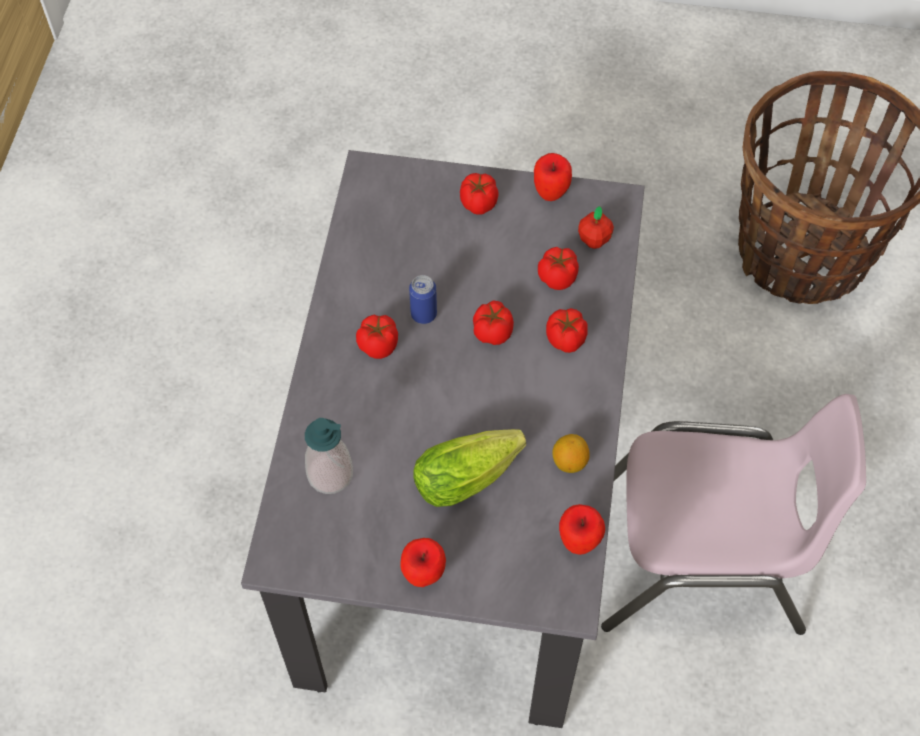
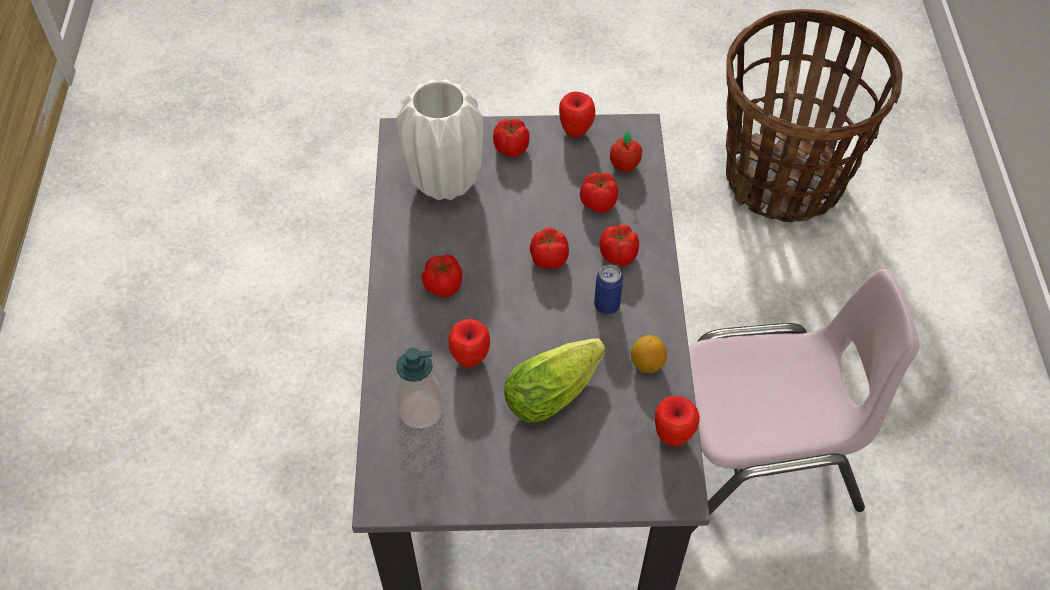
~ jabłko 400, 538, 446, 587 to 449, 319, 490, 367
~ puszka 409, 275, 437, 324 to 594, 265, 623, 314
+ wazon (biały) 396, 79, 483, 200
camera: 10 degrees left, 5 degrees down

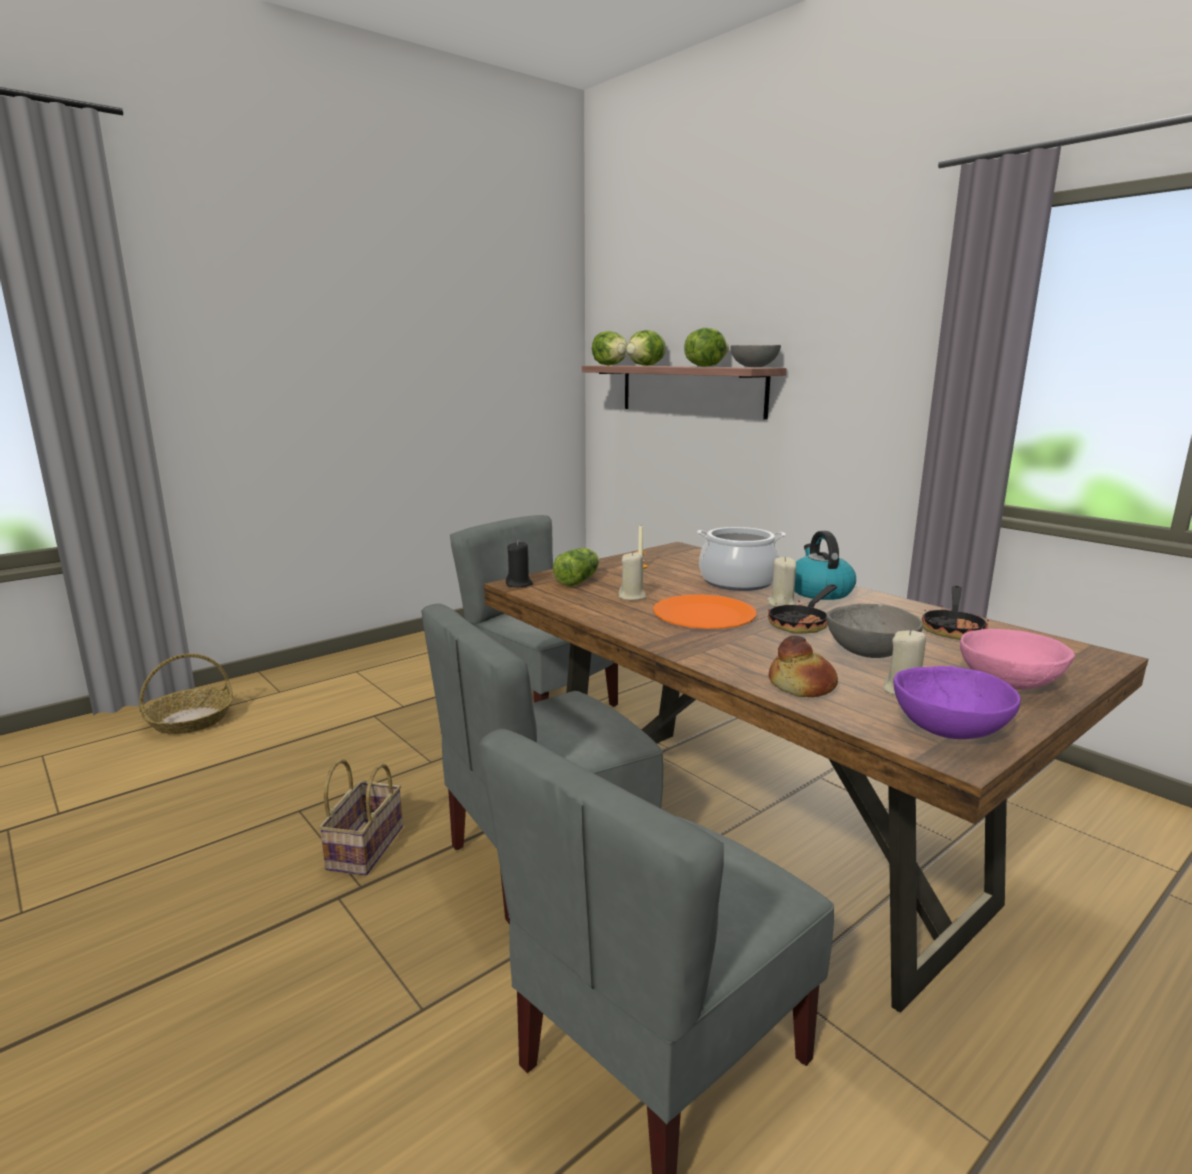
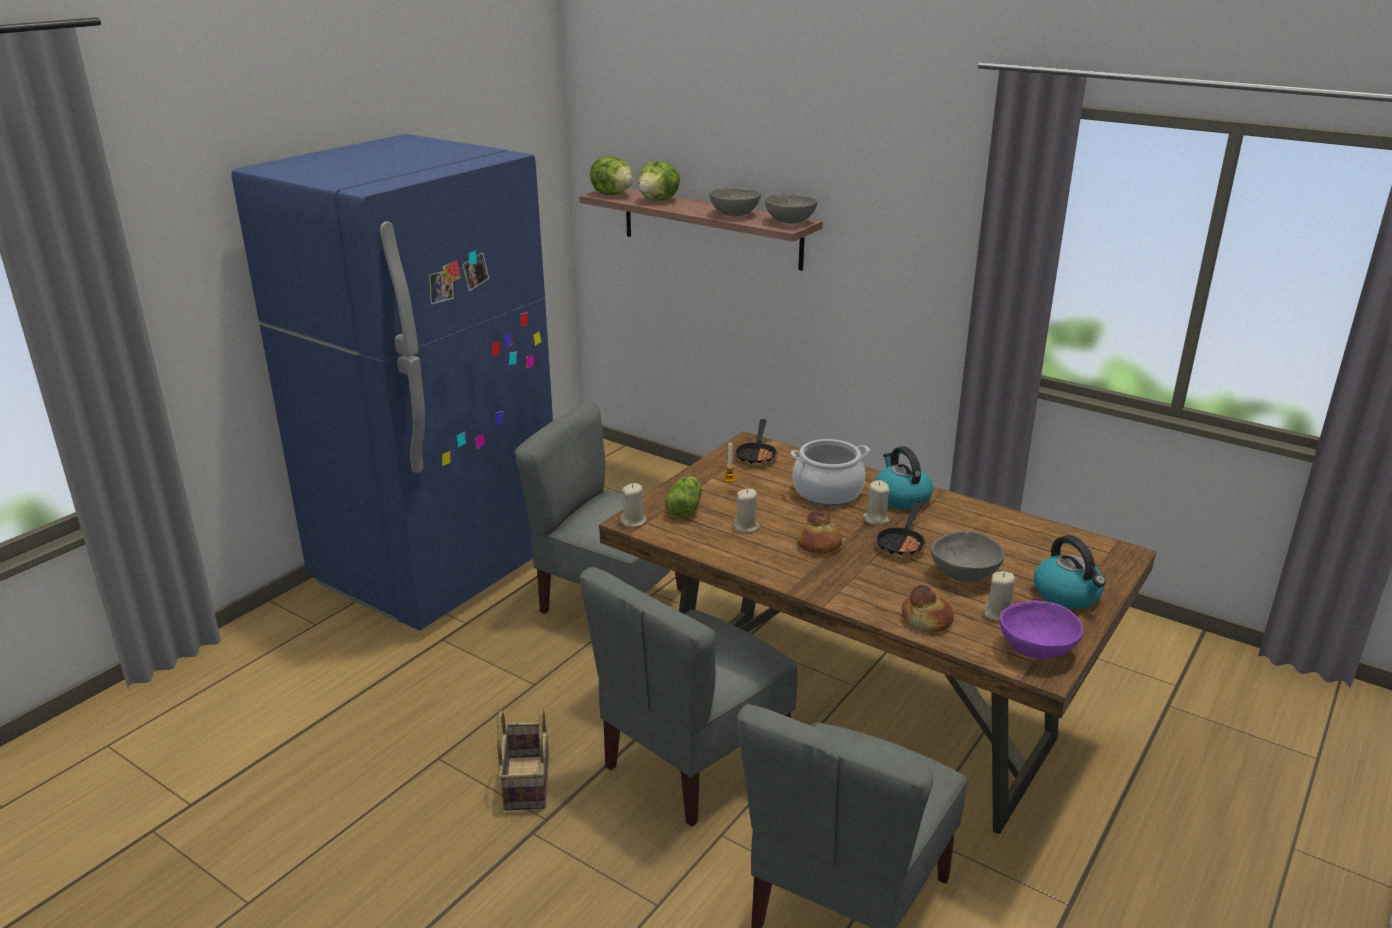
- koszyk 139, 654, 233, 734
~ świeca (czarny) 506, 541, 533, 587 to świeca (beżowy) 620, 483, 647, 527
~ talerz (pomarańczowy) 653, 594, 756, 629 to chleb 797, 510, 842, 554
~ sałata 684, 328, 729, 367 to miska (szary) 709, 187, 761, 216
~ patelnia 922, 586, 989, 640 to 735, 419, 778, 468
~ miska (różowy) 960, 629, 1075, 690 to czajnik 1034, 535, 1106, 609
+ lodówka (niebieski) 231, 134, 553, 631
camera: 15 degrees left, 10 degrees up

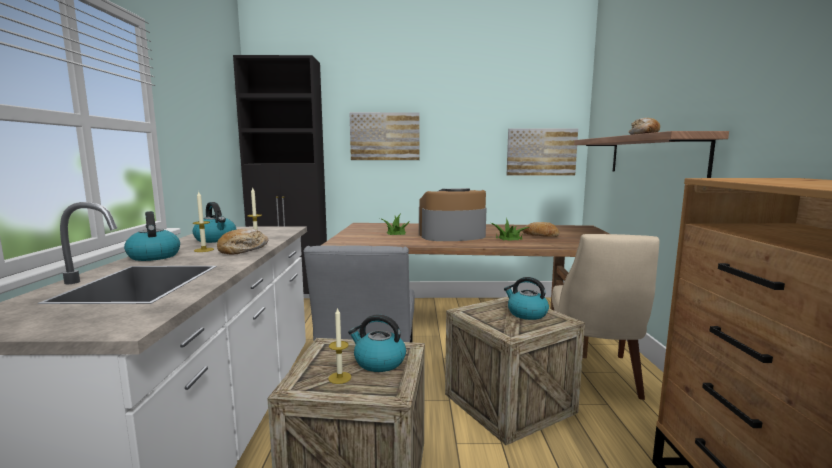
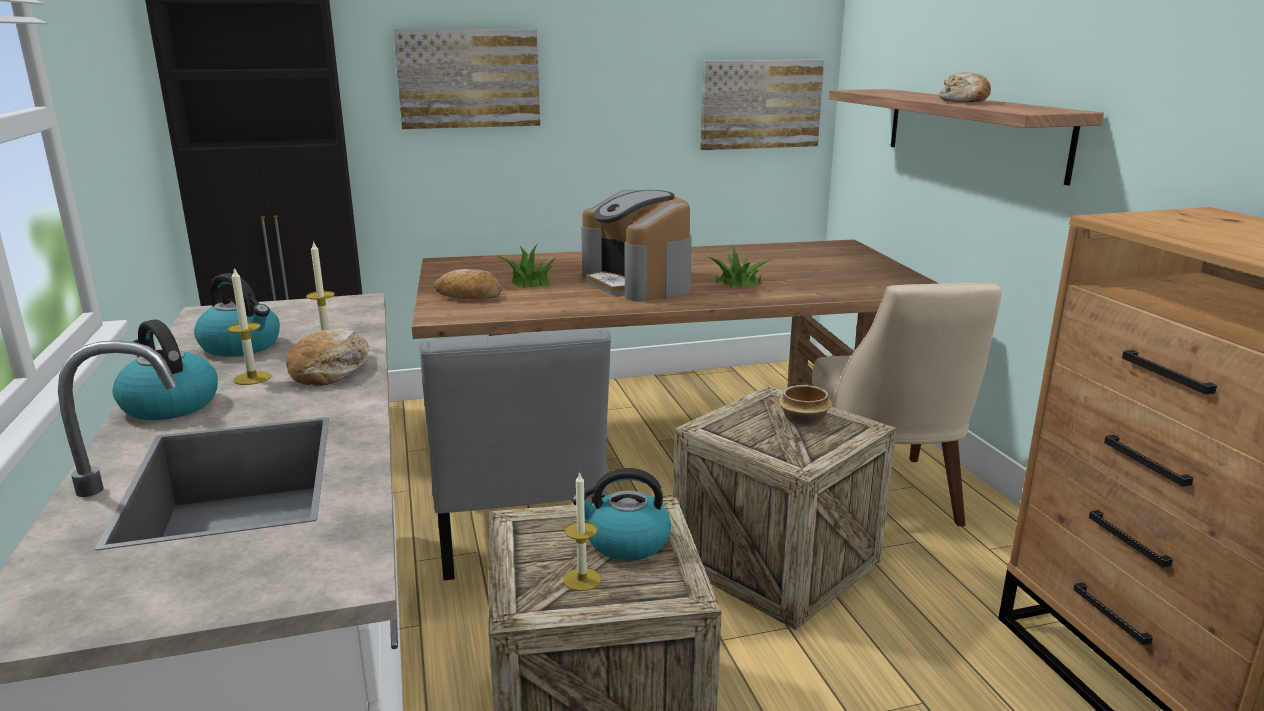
~ ekspres do kawy 419, 188, 486, 241 = 581, 190, 692, 301 90 degrees counterclockwise
~ czajnik 504, 277, 549, 320 to miska 779, 385, 832, 427
~ chleb 522, 222, 559, 237 to 434, 269, 502, 299
camera: 15 degrees left, 10 degrees up

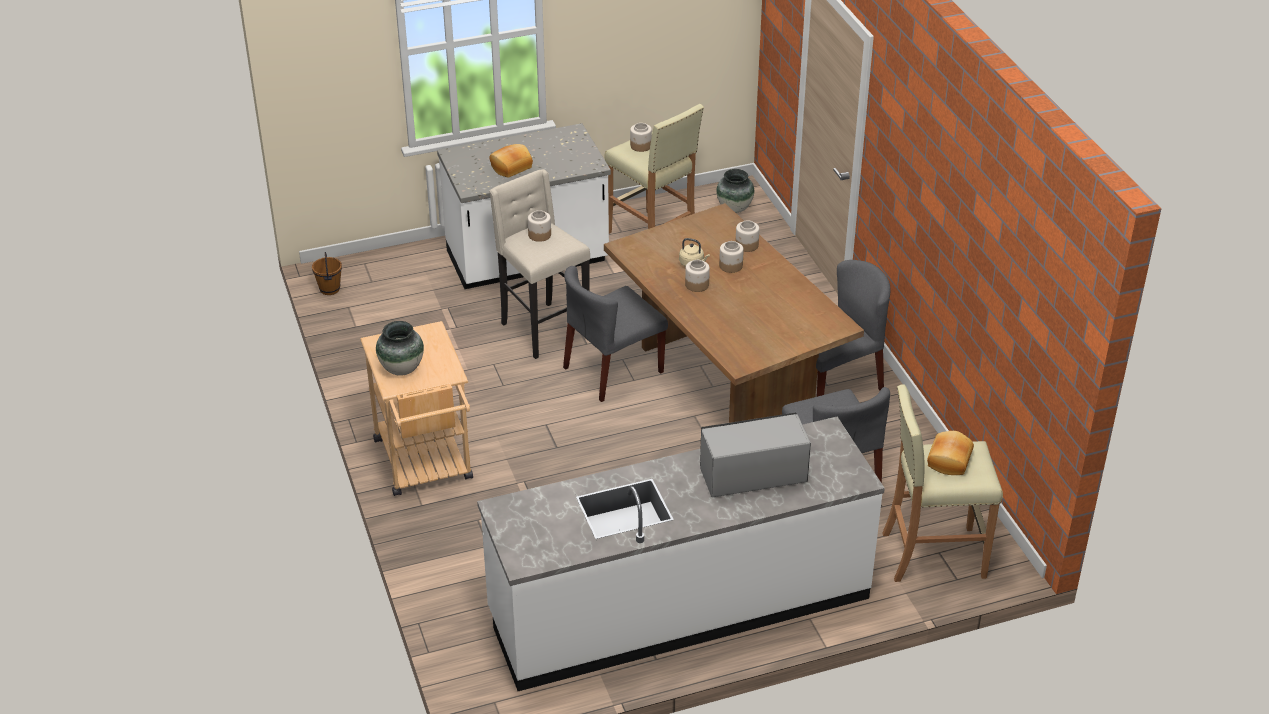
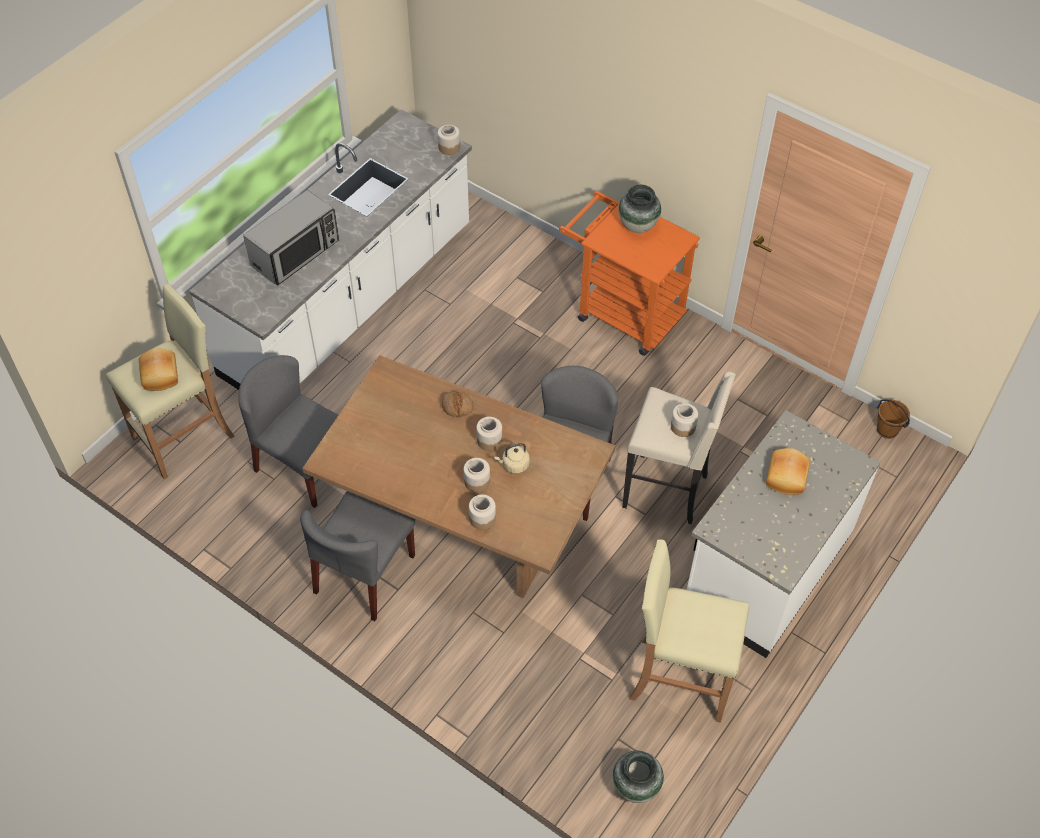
~ wózek (beżowy) 360, 321, 473, 496 to wózek (pomarańczowy) 559, 191, 700, 356
~ słoik 630, 123, 652, 152 to 438, 125, 460, 155
+ chleb 442, 392, 473, 417
camera: 145 degrees right, 15 degrees up

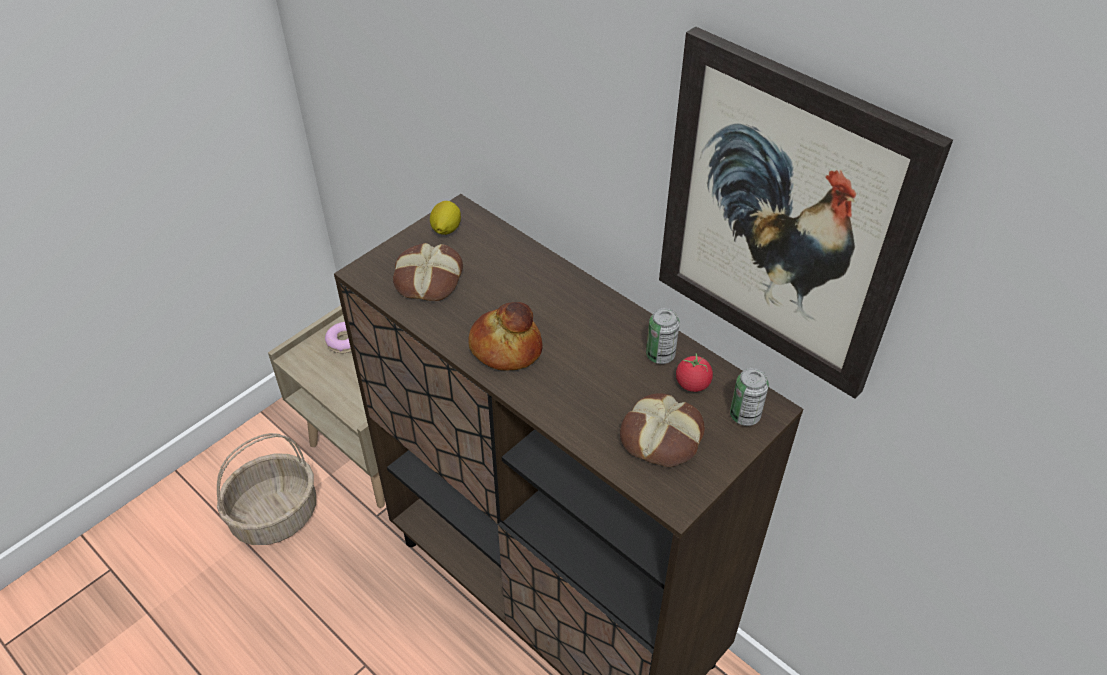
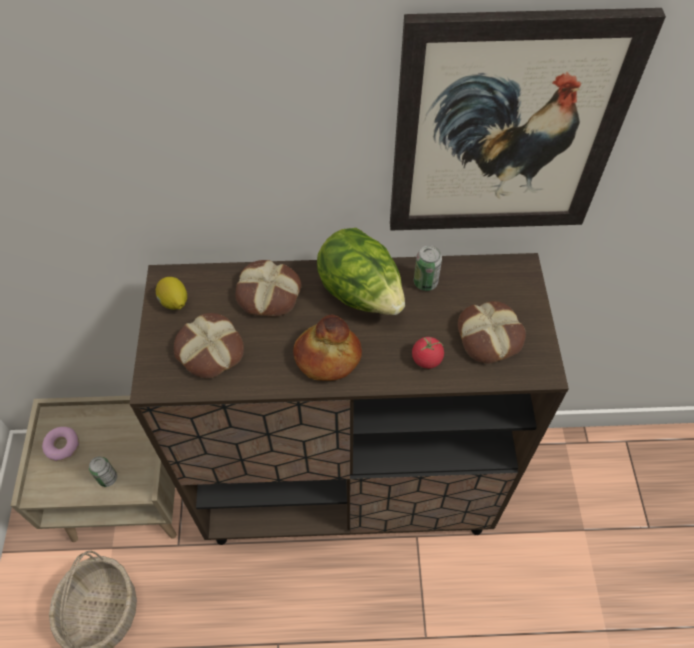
~ pomidor 676, 353, 713, 392 to 412, 337, 444, 369
~ puszka 730, 368, 769, 426 to 89, 457, 117, 487
+ chleb 235, 260, 302, 317
+ sałata 317, 228, 405, 315
camera: 45 degrees left, 10 degrees up

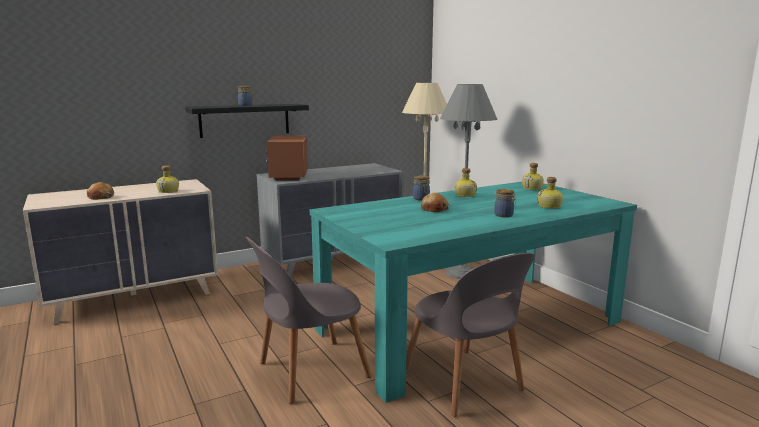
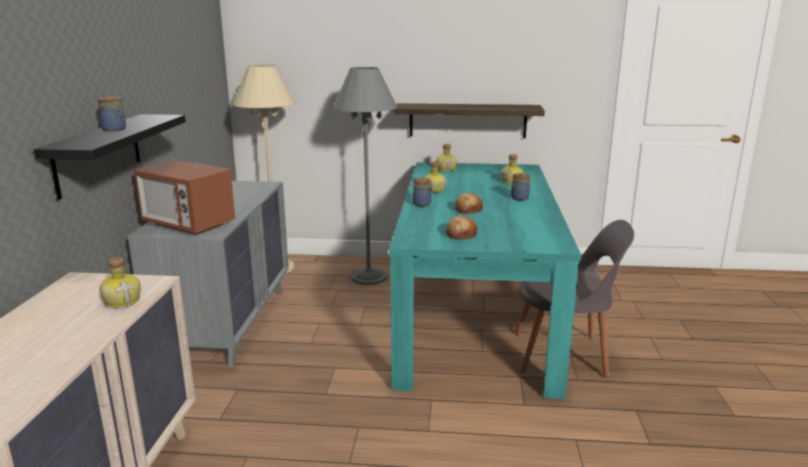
~ chleb 87, 182, 114, 200 to 445, 215, 478, 239
- krzesło (szary) 246, 236, 372, 404
+ półka 394, 103, 545, 138
camera: 55 degrees left, 5 degrees up

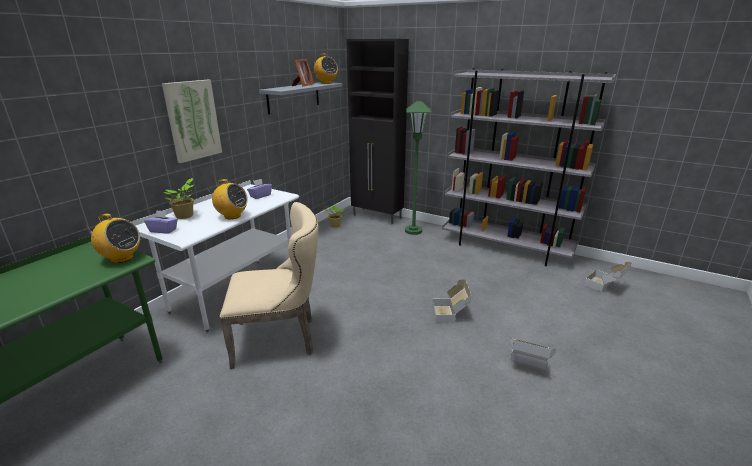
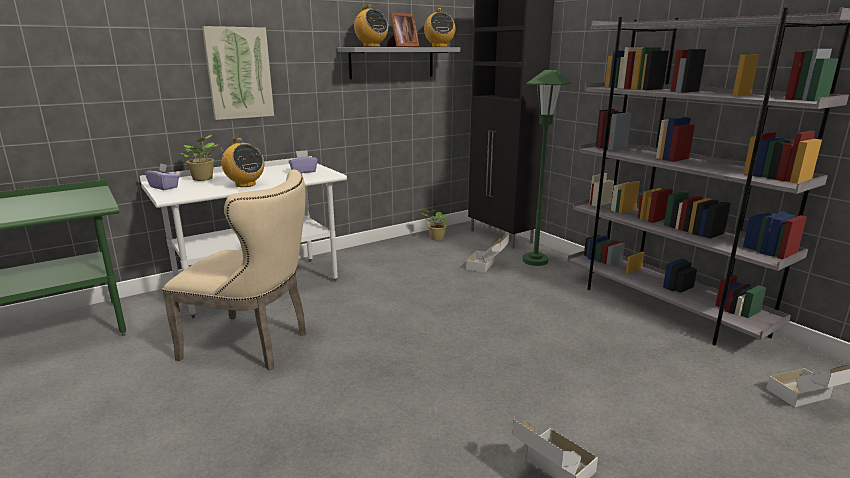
~ radio 86, 214, 140, 263 to 354, 5, 388, 47
~ karton 432, 279, 471, 323 to 466, 234, 509, 273
camera: 25 degrees right, 5 degrees down

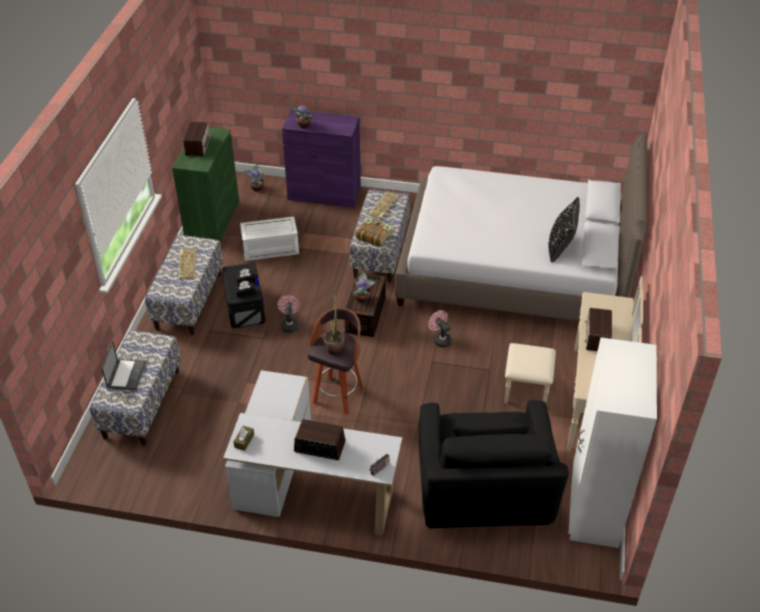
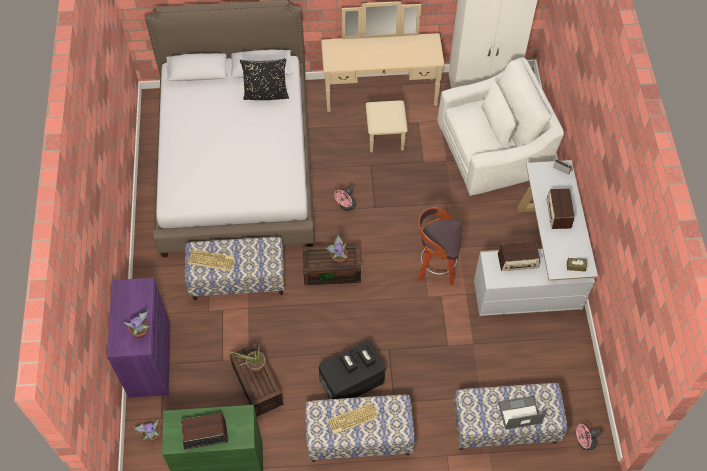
~ pojemnik do przechowywania (biały) 240, 216, 299, 261 to pojemnik do przechowywania (brązowy) 230, 343, 283, 417
~ wentylator (różowy) 277, 296, 301, 333 to 576, 424, 601, 450
~ roślina doniczkowa 323, 294, 345, 355 to 228, 345, 266, 373
- książka 356, 218, 392, 247
~ fotel (czarny) 418, 400, 569, 529 to fotel (biały) 437, 57, 564, 196
~ radio 585, 308, 612, 351 to 498, 241, 540, 271
camera: 105 degrees left, 15 degrees up

